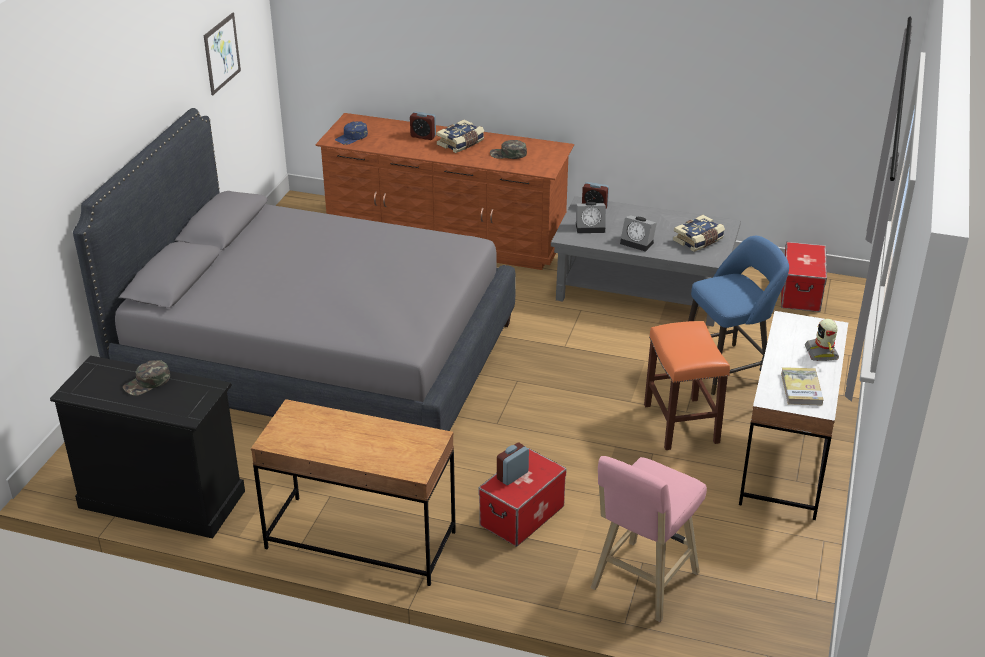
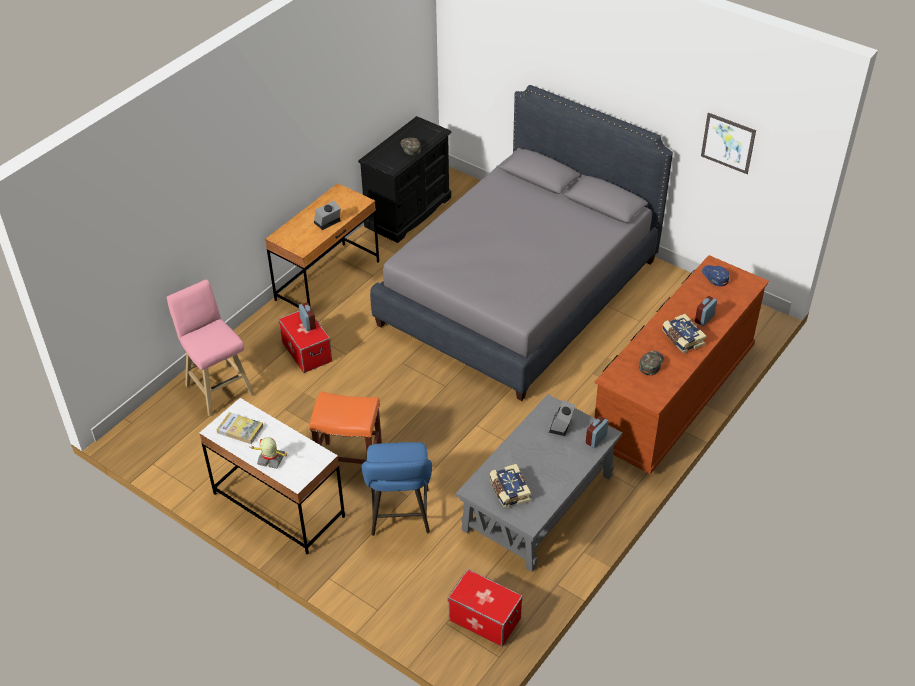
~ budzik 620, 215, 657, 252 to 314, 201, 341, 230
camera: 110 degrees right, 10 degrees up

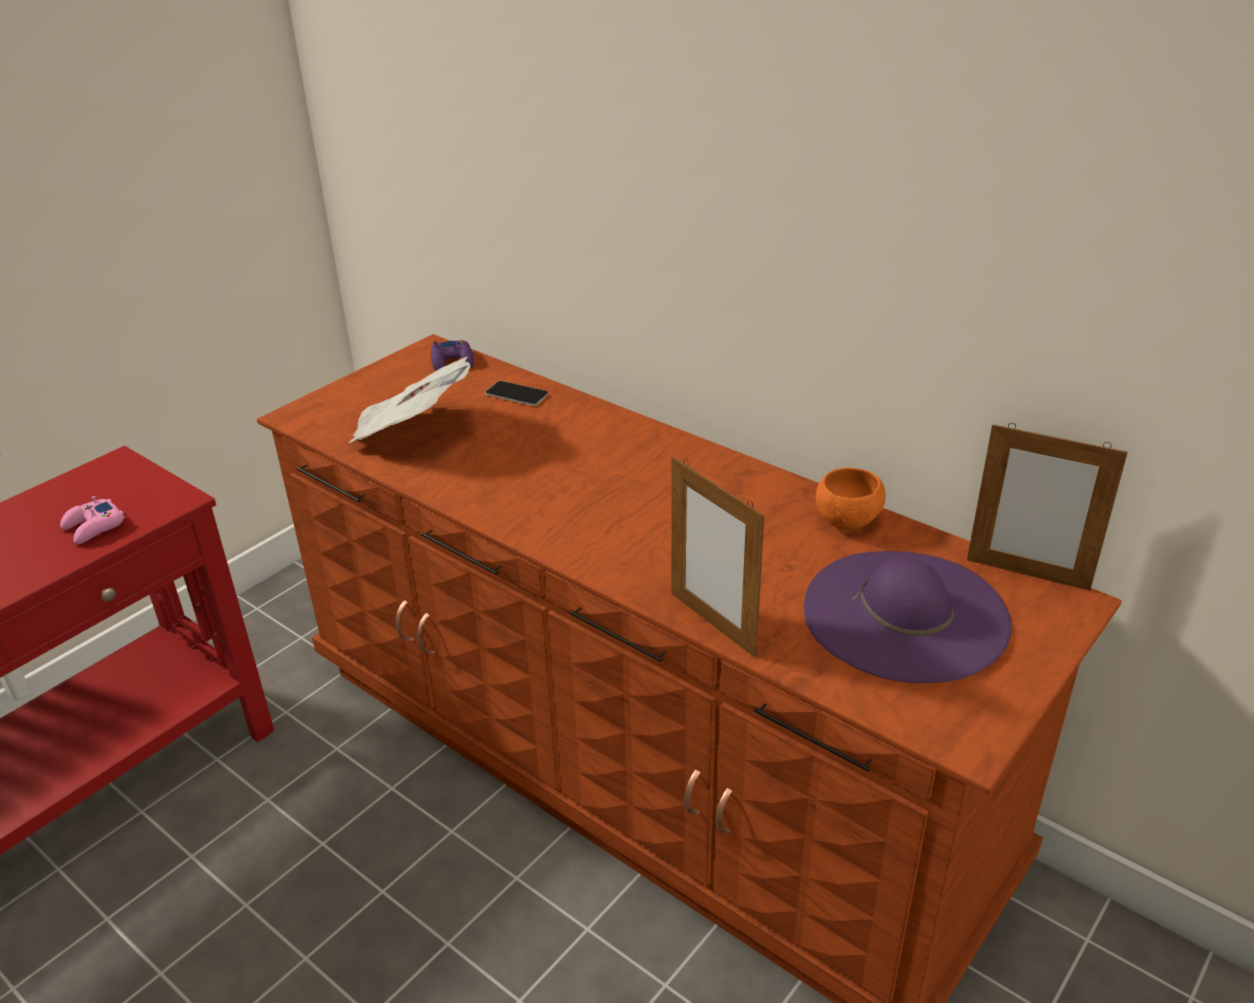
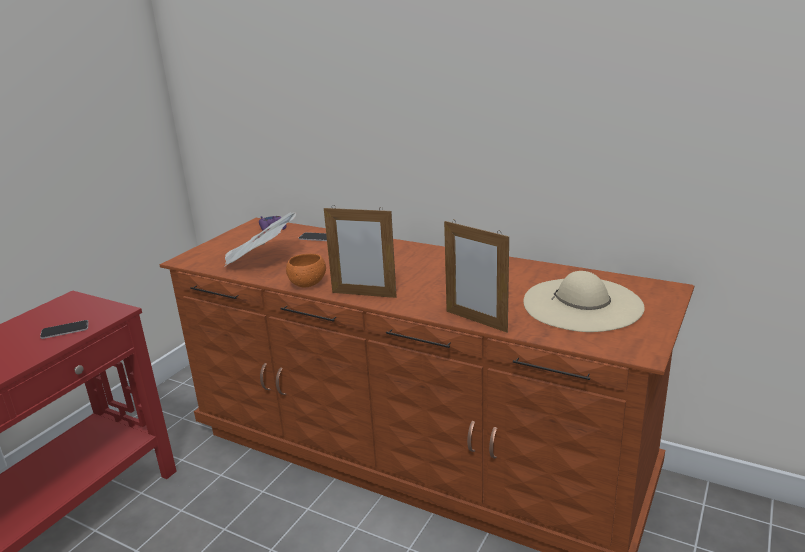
~ pad do gier (różowy) 60, 496, 125, 545 to telefon 40, 320, 89, 339
~ kapelusz (fioletowy) 804, 551, 1012, 683 to kapelusz (beżowy) 523, 271, 645, 332
~ miska (pomarańczowy) 815, 468, 886, 530 to 286, 254, 326, 287
~ ramka na zdjęcie 967, 423, 1128, 591 to 324, 205, 397, 298
camera: 10 degrees left, 10 degrees down

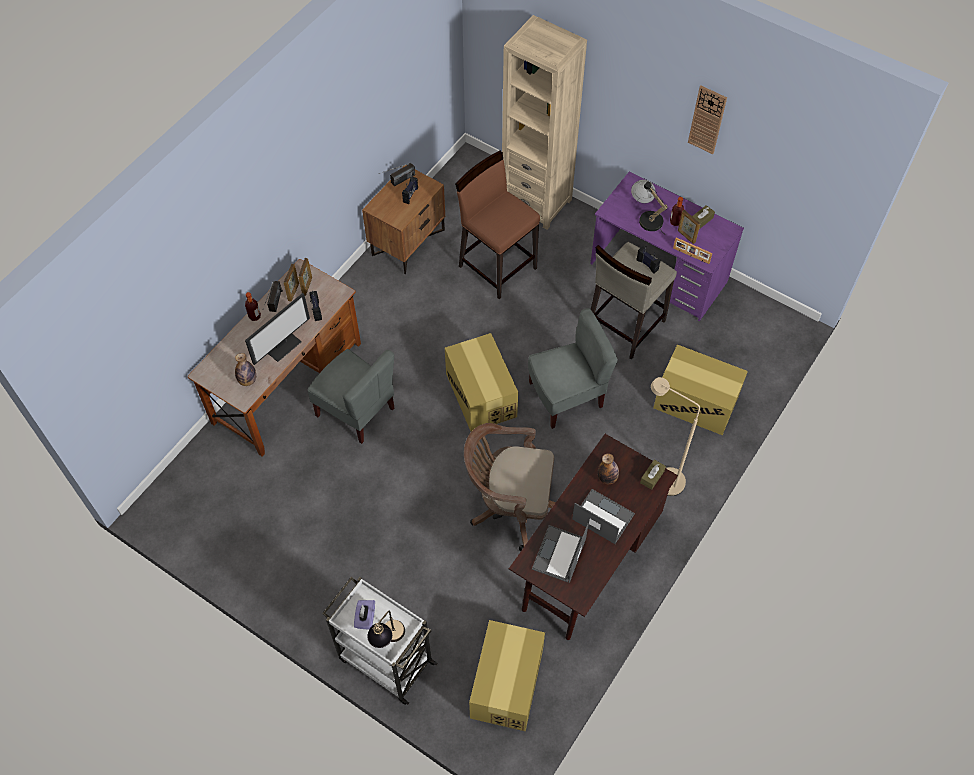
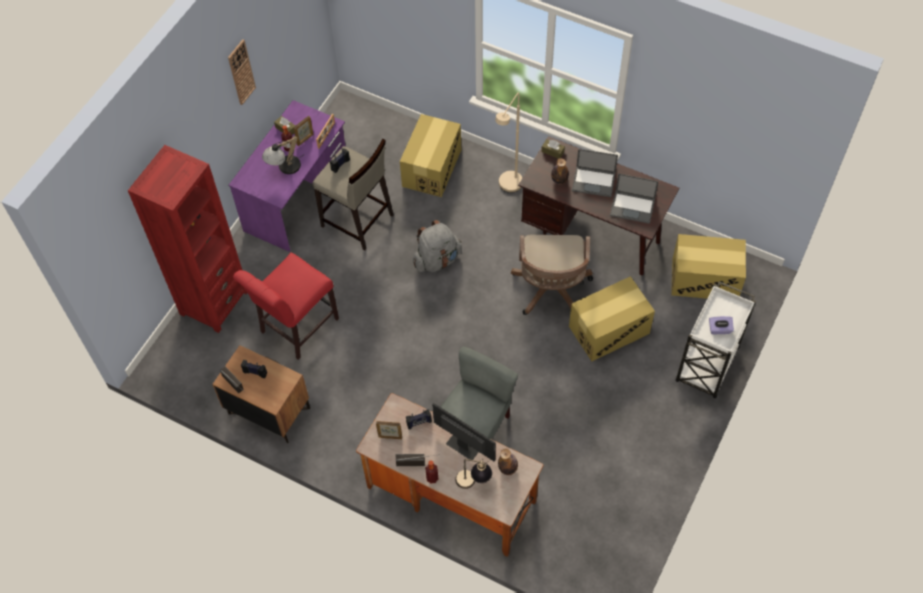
- ramka na zdjęcie 284, 264, 299, 302
~ lampa stołowa 367, 610, 405, 648 to 455, 458, 492, 489
~ karton 445, 333, 518, 431 to 569, 276, 655, 361
~ stołek (brązowy) 455, 151, 540, 299 to krzesło (czerwony) 233, 252, 339, 360
~ regał (beżowy) 502, 15, 587, 230 to regał (czerwony) 128, 145, 247, 333
~ krzesło (szary) 528, 308, 618, 429 to plecak (szary) 413, 220, 462, 272
~ laptop 572, 489, 635, 544 = 572, 149, 618, 197 105 degrees counterclockwise
camera: 95 degrees left, 0 degrees up

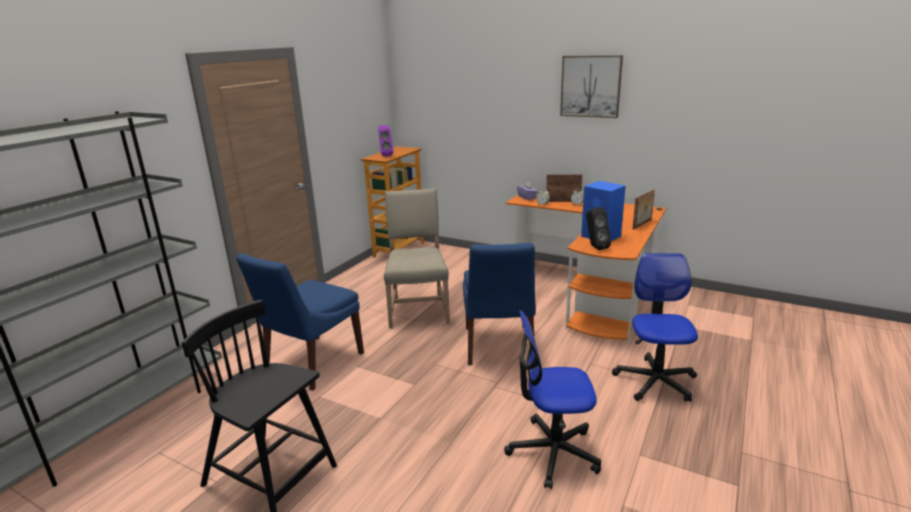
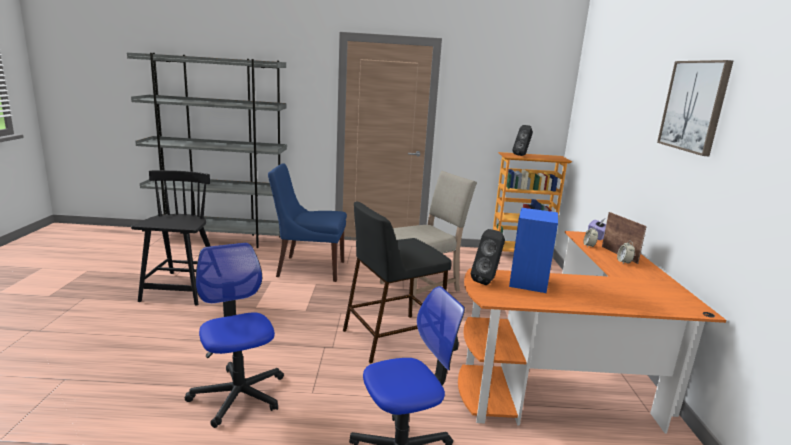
~ głośnik (fioletowy) 378, 125, 394, 156 to głośnik (czarny) 513, 125, 533, 156
~ krzesło (niebieski) 463, 243, 536, 365 to stołek (czarny) 343, 202, 452, 364
- ramka na zdjęcie 632, 189, 655, 230
camera: 60 degrees right, 5 degrees down

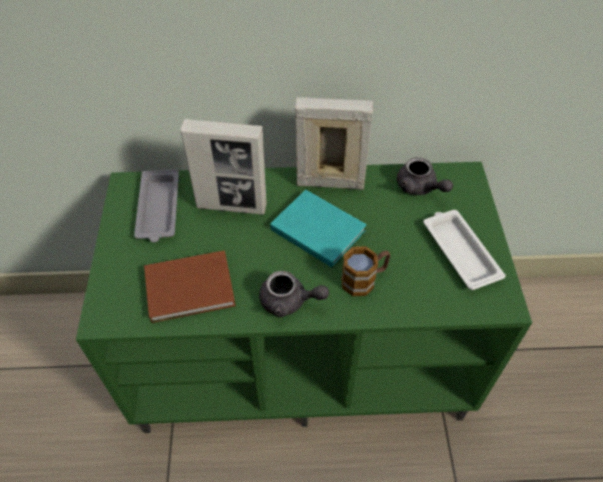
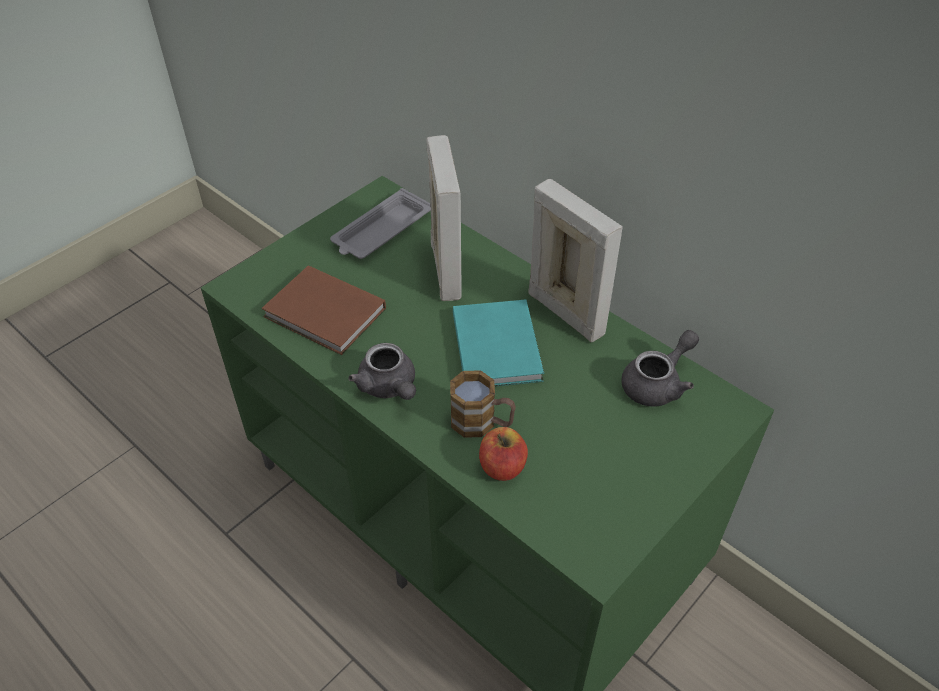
~ ramka na zdjęcie 180, 119, 267, 215 = 426, 135, 462, 301 150 degrees counterclockwise
~ imbryk (szary) 397, 157, 453, 195 = 621, 330, 699, 407 135 degrees counterclockwise
- taca (biały) 424, 210, 506, 290
+ jabłko 479, 427, 528, 481
camera: 45 degrees right, 5 degrees down

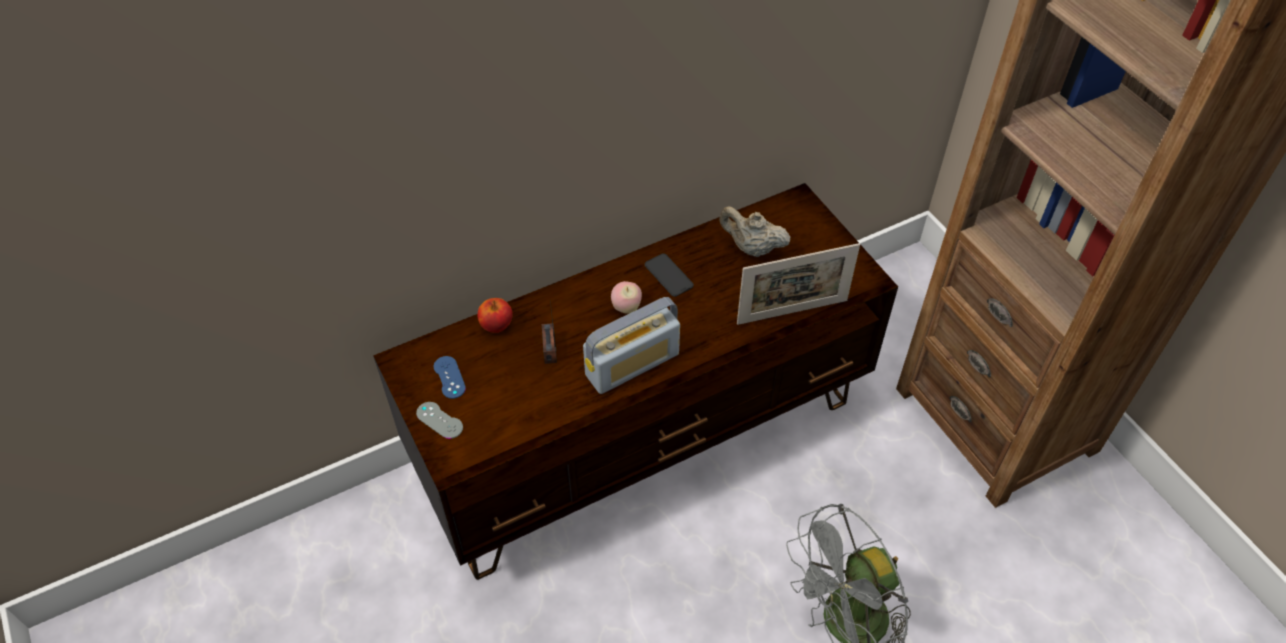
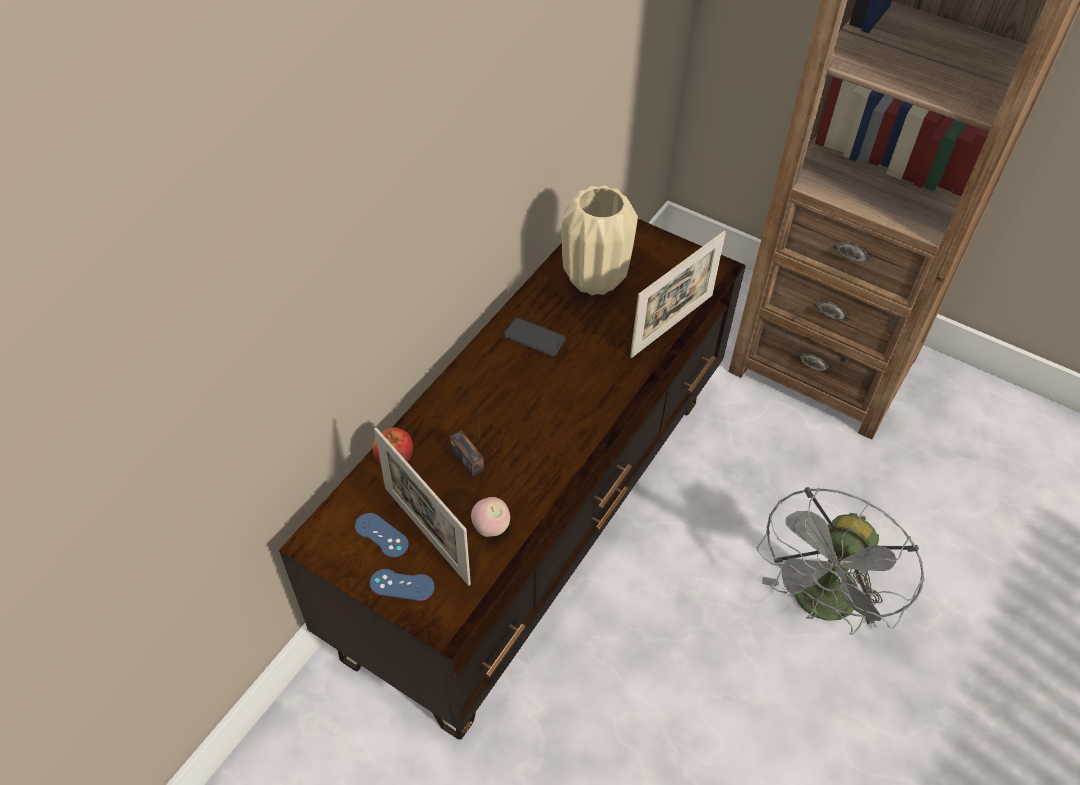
~ pad do gier (szary) 416, 402, 463, 439 to pad do gier (niebieski) 370, 569, 435, 601
- radio 583, 297, 680, 394
~ jabłko 611, 281, 642, 314 to 471, 497, 510, 537
~ imbryk (beżowy) 719, 206, 790, 257 to wazon (beżowy) 561, 185, 638, 296
+ ramka na zdjęcie 374, 427, 471, 586
camera: 30 degrees left, 0 degrees up

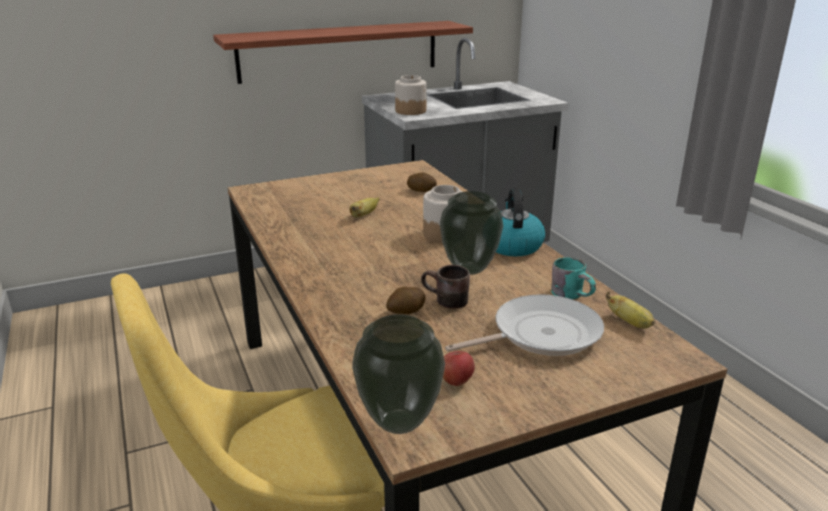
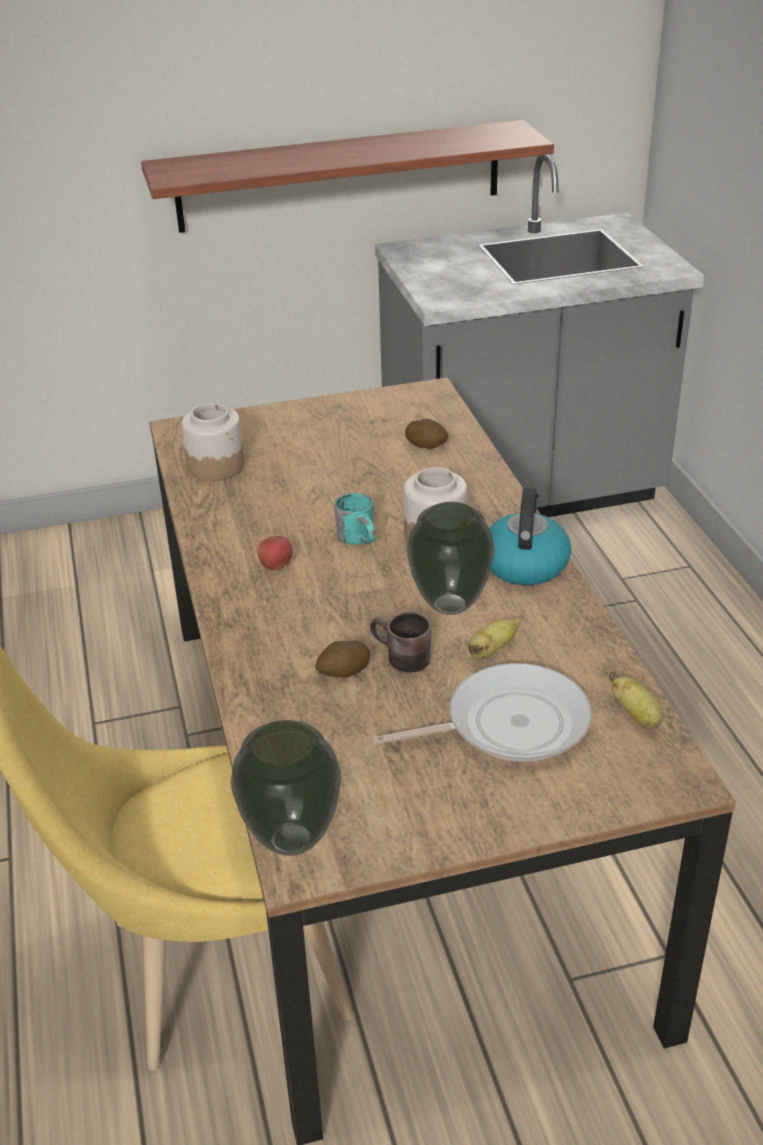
~ banan 350, 197, 379, 218 to 468, 618, 521, 659
~ słoik 395, 75, 427, 115 to 181, 403, 244, 481
~ jabłko 443, 351, 475, 386 to 257, 536, 293, 570
~ kubek (turkusowy) 551, 257, 596, 299 to 334, 493, 375, 544
camera: 10 degrees right, 10 degrees up

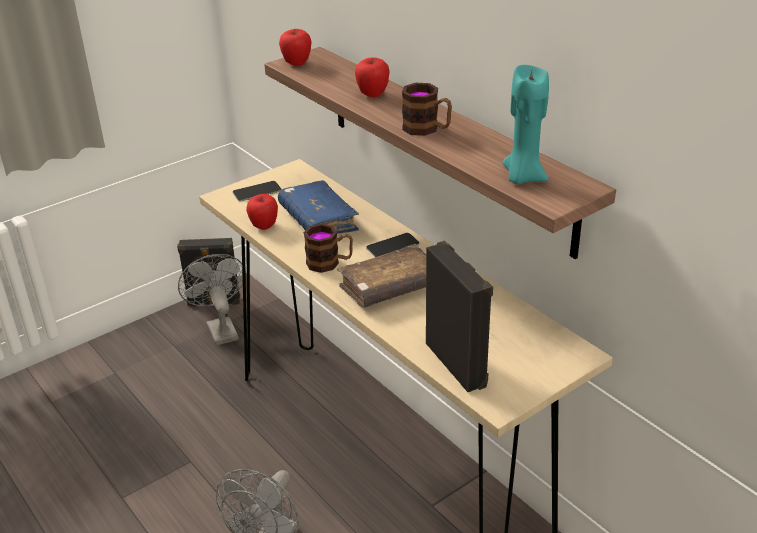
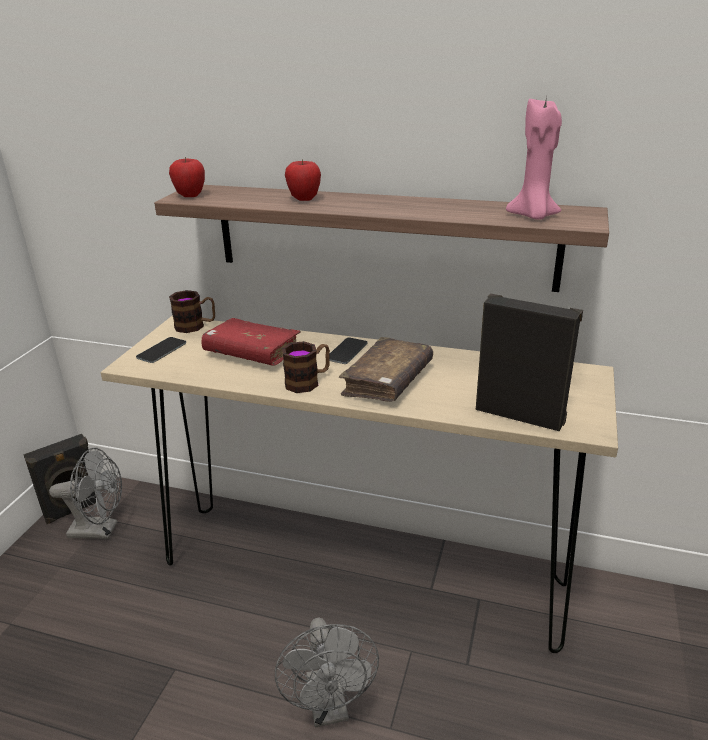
~ wentylator (szary) 178, 254, 246, 346 = 49, 448, 122, 539 150 degrees clockwise
- jabłko 246, 194, 278, 230
~ książka (niebieski) 278, 180, 359, 234 to książka (czerwony) 201, 318, 301, 366
~ kubek 402, 83, 452, 136 to 169, 290, 215, 333
~ świeca (turkusowy) 503, 65, 549, 184 to świeca (różowy) 506, 96, 562, 220
camera: 35 degrees left, 5 degrees down

